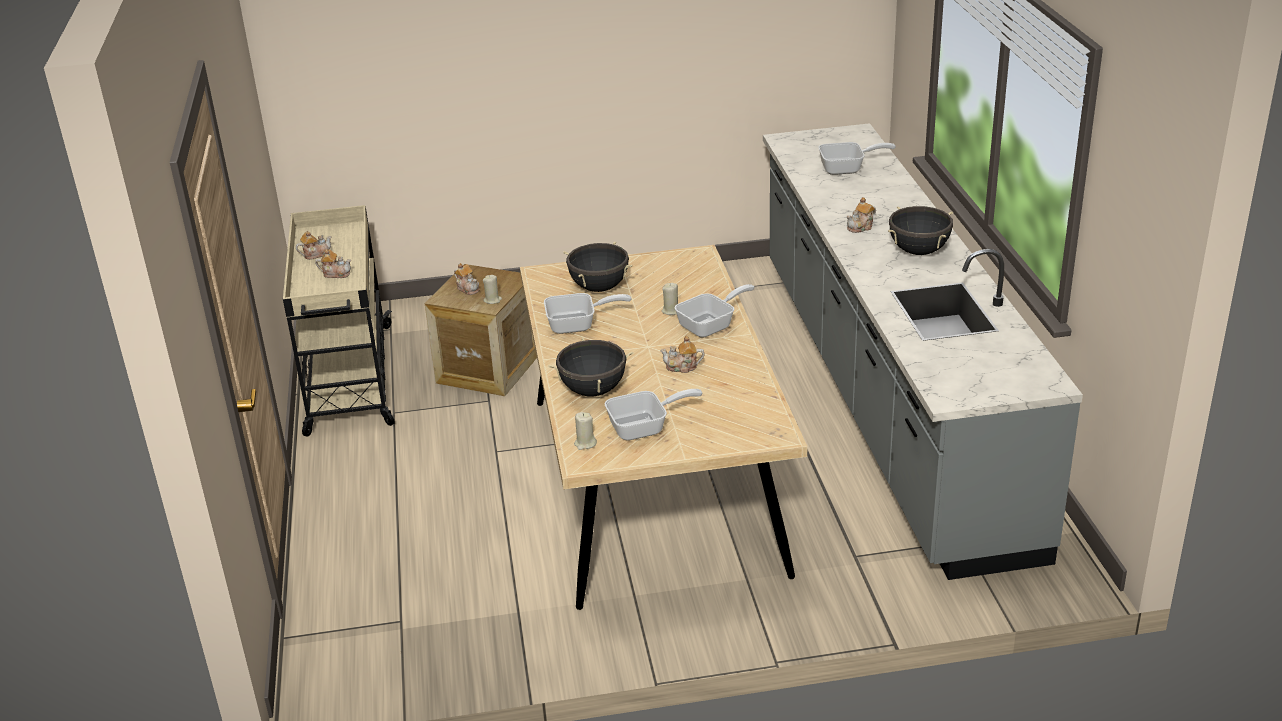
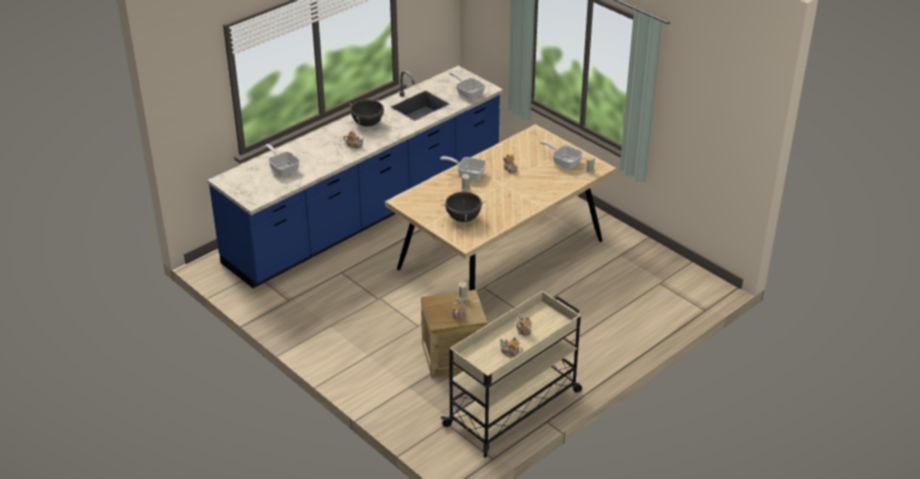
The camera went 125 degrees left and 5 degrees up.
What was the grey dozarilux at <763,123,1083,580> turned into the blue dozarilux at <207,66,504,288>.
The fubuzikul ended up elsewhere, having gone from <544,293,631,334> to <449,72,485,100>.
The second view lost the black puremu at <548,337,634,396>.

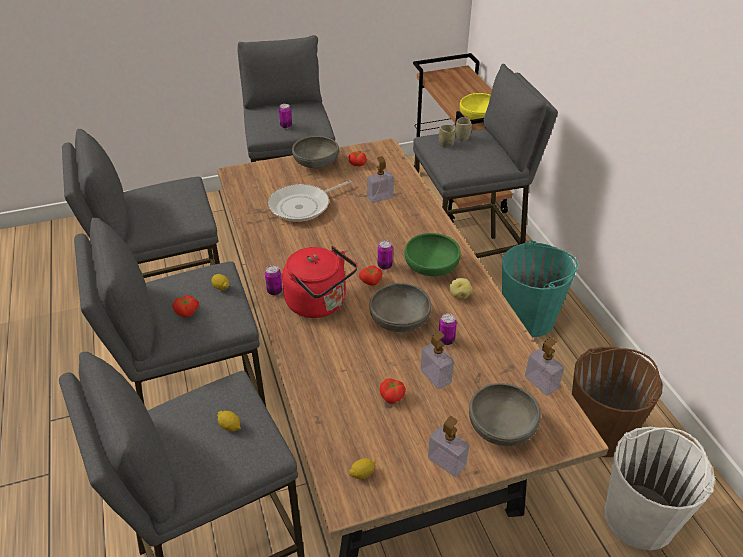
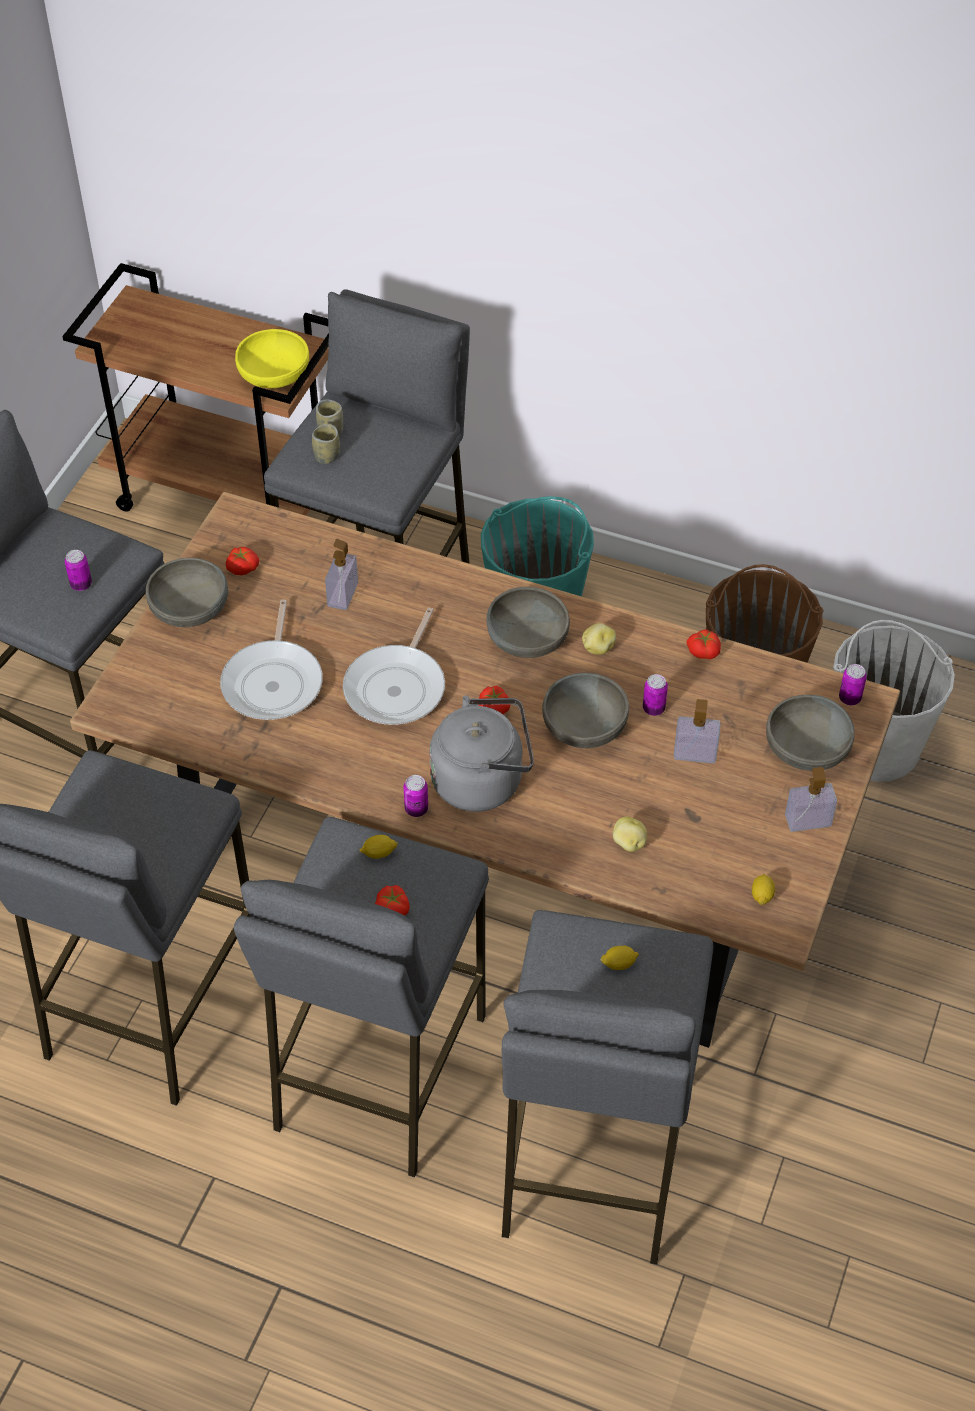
The camera went 50 degrees left and 10 degrees up.
What was the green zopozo at <404,233,461,276> turned into the grey zopozo at <486,587,570,658>.
The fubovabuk ended up elsewhere, having gone from <378,240,393,270> to <839,664,867,705>.
What was the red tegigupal at <282,246,357,318> turned into the grey tegigupal at <429,695,534,812>.
The second view lost the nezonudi at <525,337,564,396>.
The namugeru ended up elsewhere, having gone from <380,378,406,404> to <686,629,721,659>.
The second view gained the fubuzikul at <343,608,445,725>.
The second view gained the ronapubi at <613,817,647,852>.

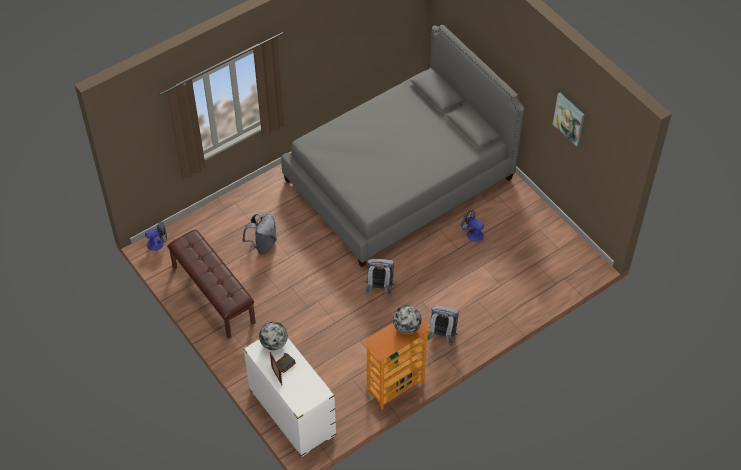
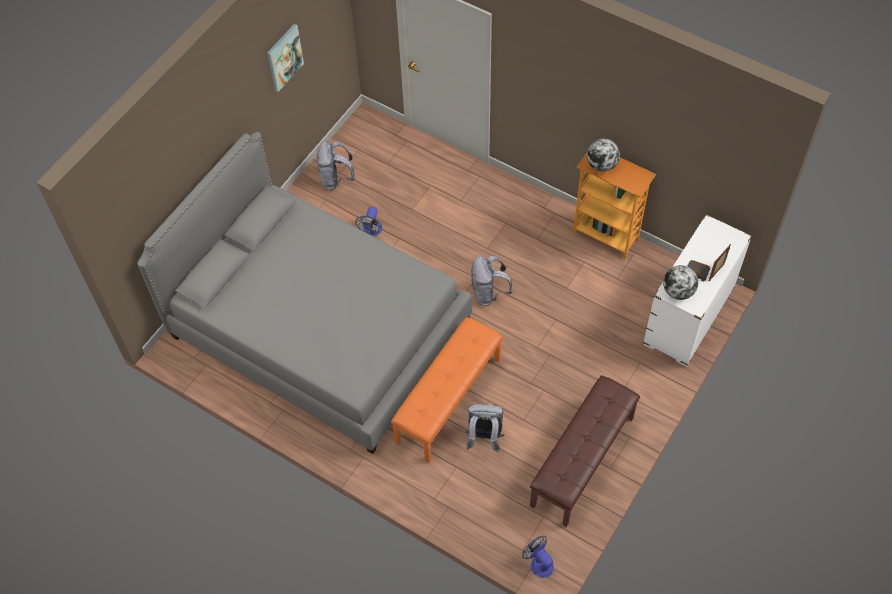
The camera went 110 degrees left and 5 degrees up.
The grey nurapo ended up elsewhere, having gone from <427,306,459,346> to <317,141,355,190>.
The second view gained the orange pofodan at <391,317,503,463>.

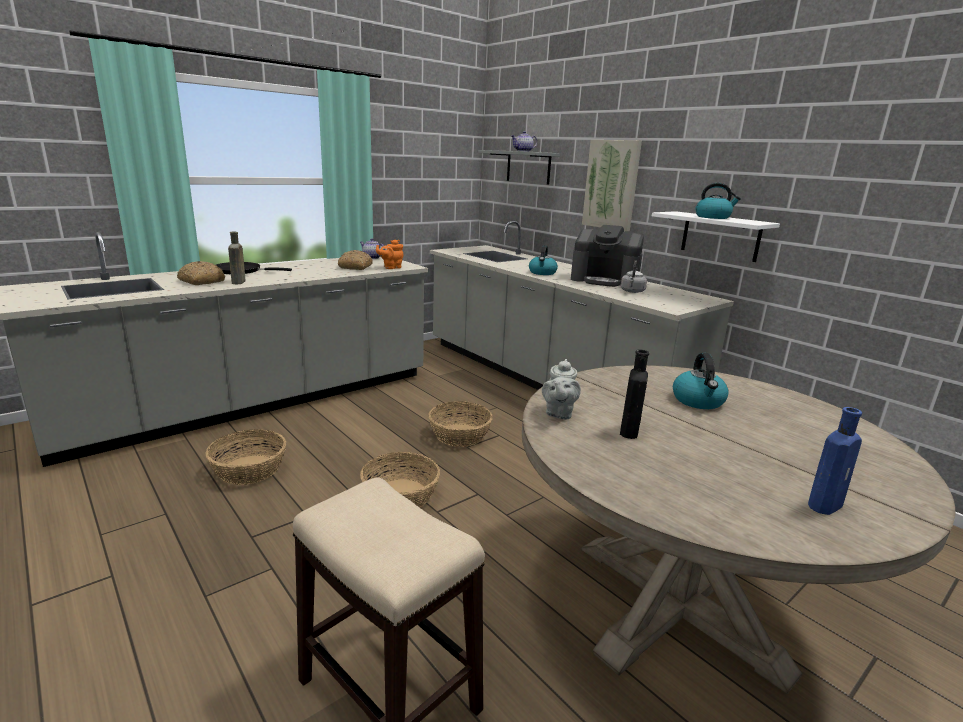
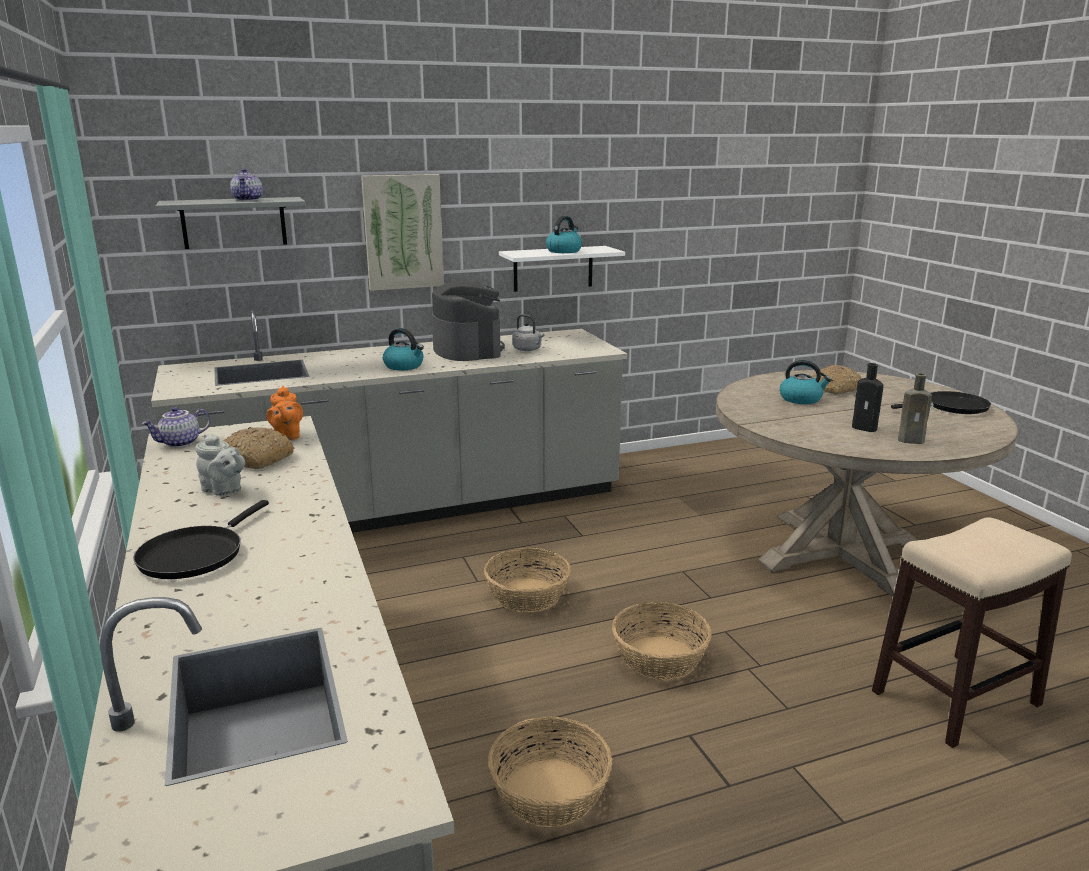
The camera went 70 degrees left and 0 degrees up.
The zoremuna at <571,225,644,287> ended up facing another way, 60 degrees counterclockwise from before.
The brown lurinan ended up elsewhere, having gone from <228,232,246,284> to <898,373,932,444>.
The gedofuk ended up elsewhere, having gone from <177,261,225,285> to <812,365,862,394>.
The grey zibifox ended up elsewhere, having gone from <542,359,581,420> to <196,434,245,496>.
Where the blue lurinan stood at <808,407,862,515>, the black fubuzikul came to stand at <891,391,991,414>.

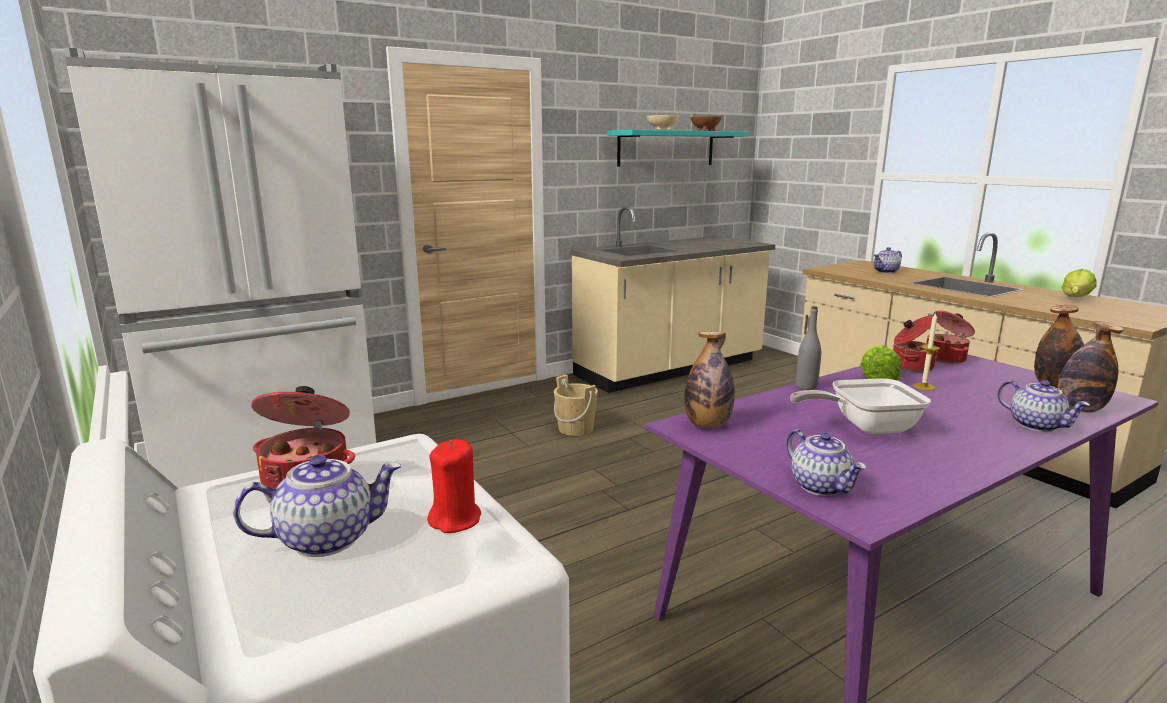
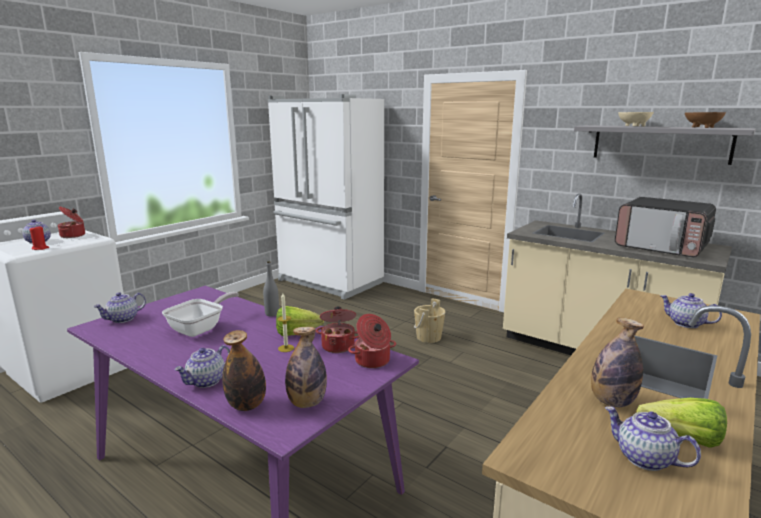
The camera went 70 degrees right and 0 degrees up.
What was the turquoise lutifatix at <607,130,749,167> turned into the grey lutifatix at <574,125,756,165>.
The lurinan ended up elsewhere, having gone from <684,332,735,428> to <591,317,644,407>.
The fubuzikul at <790,378,931,434> ended up facing another way, 60 degrees clockwise from before.
The second view gained the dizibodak at <615,197,716,257>.
The second view gained the zibifox at <605,406,701,471>.

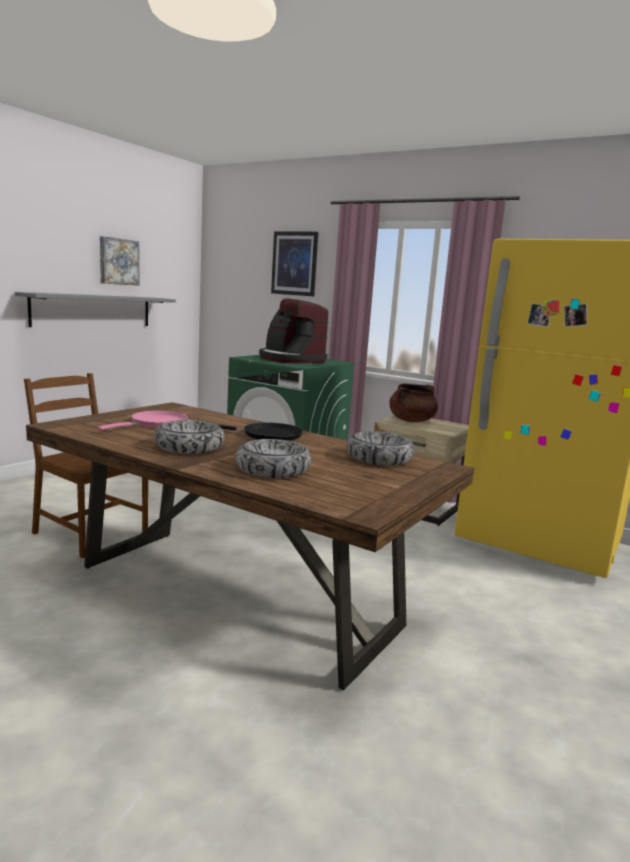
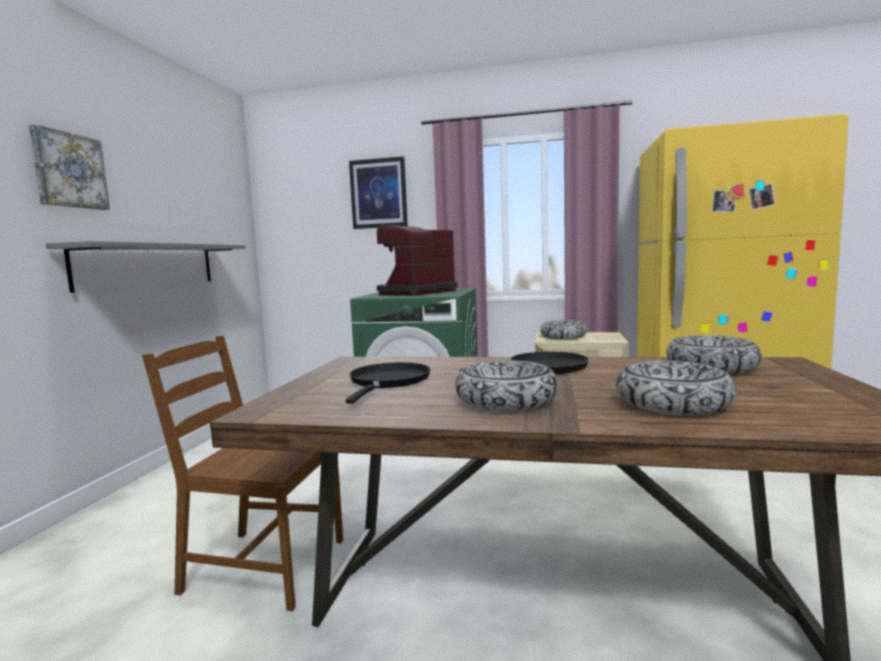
The camera went 20 degrees left and 5 degrees down.
The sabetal ended up elsewhere, having gone from <100,236,139,286> to <29,125,110,210>.
The zoremuna at <259,298,329,363> ended up facing another way, 105 degrees clockwise from before.
Where the brown puremu stood at <389,384,438,422>, the zopozo came to stand at <540,320,587,340>.
What was the pink fubuzikul at <98,411,189,430> turned into the black fubuzikul at <346,362,430,404>.

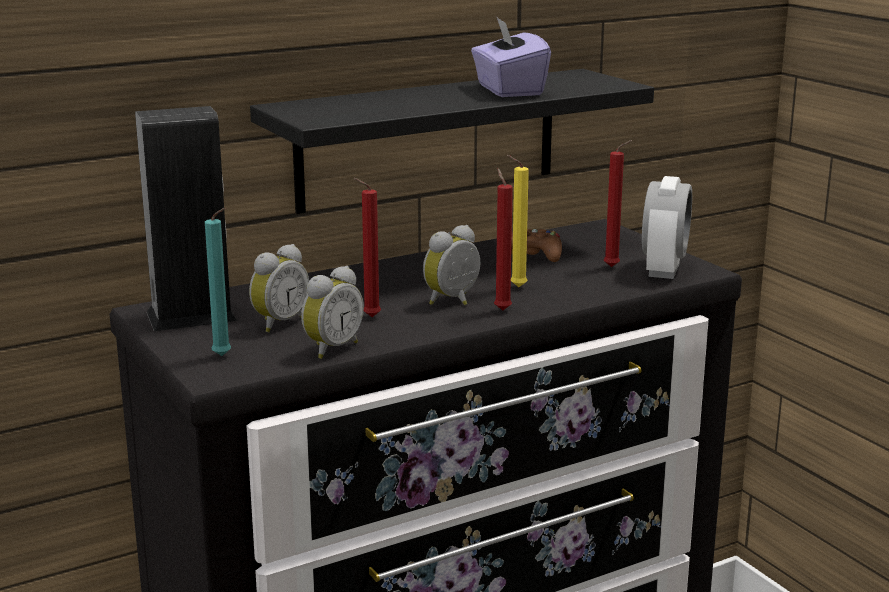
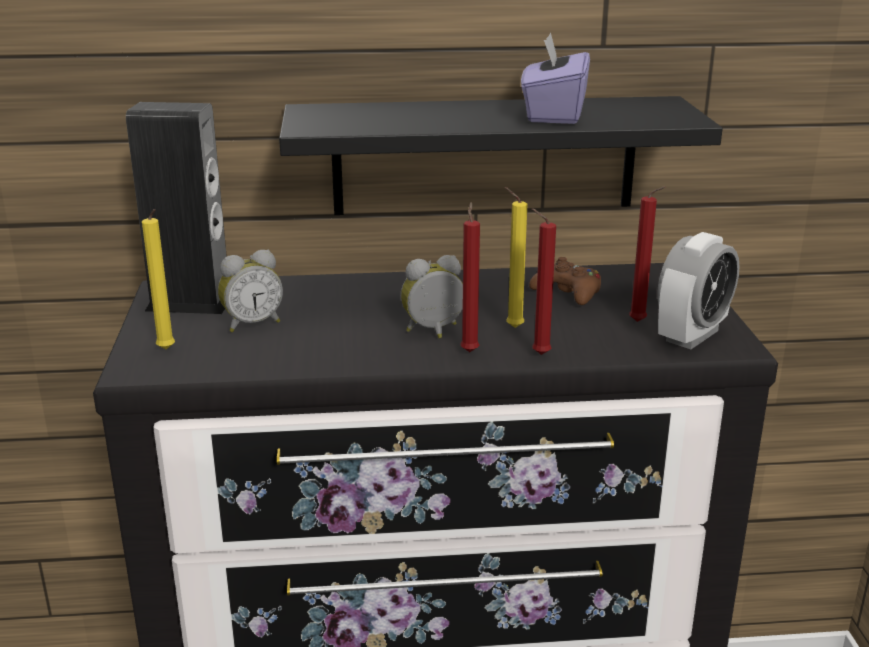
The camera went 25 degrees right and 5 degrees up.
The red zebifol ended up elsewhere, having gone from <354,178,381,317> to <532,208,556,355>.
What was the turquoise zebifol at <205,208,231,356> turned into the yellow zebifol at <142,209,175,349>.
The second view lost the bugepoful at <301,266,364,359>.

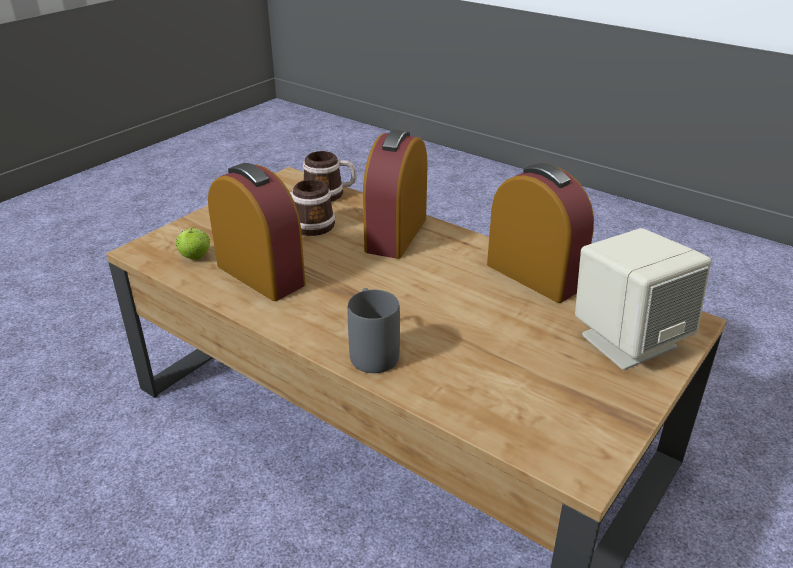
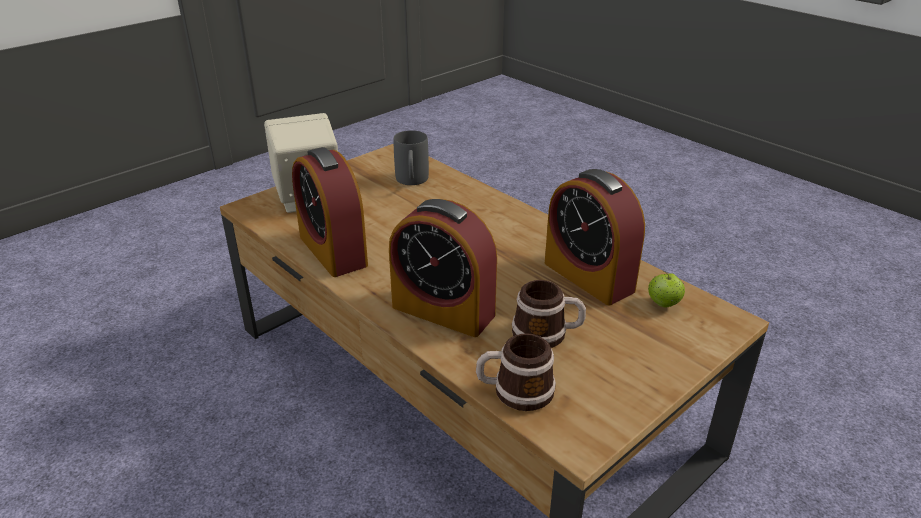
The camera went 170 degrees left and 0 degrees up.
The bugepoful at <363,129,427,259> ended up facing another way, 90 degrees clockwise from before.
The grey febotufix ended up elsewhere, having gone from <348,288,400,373> to <393,130,429,185>.

